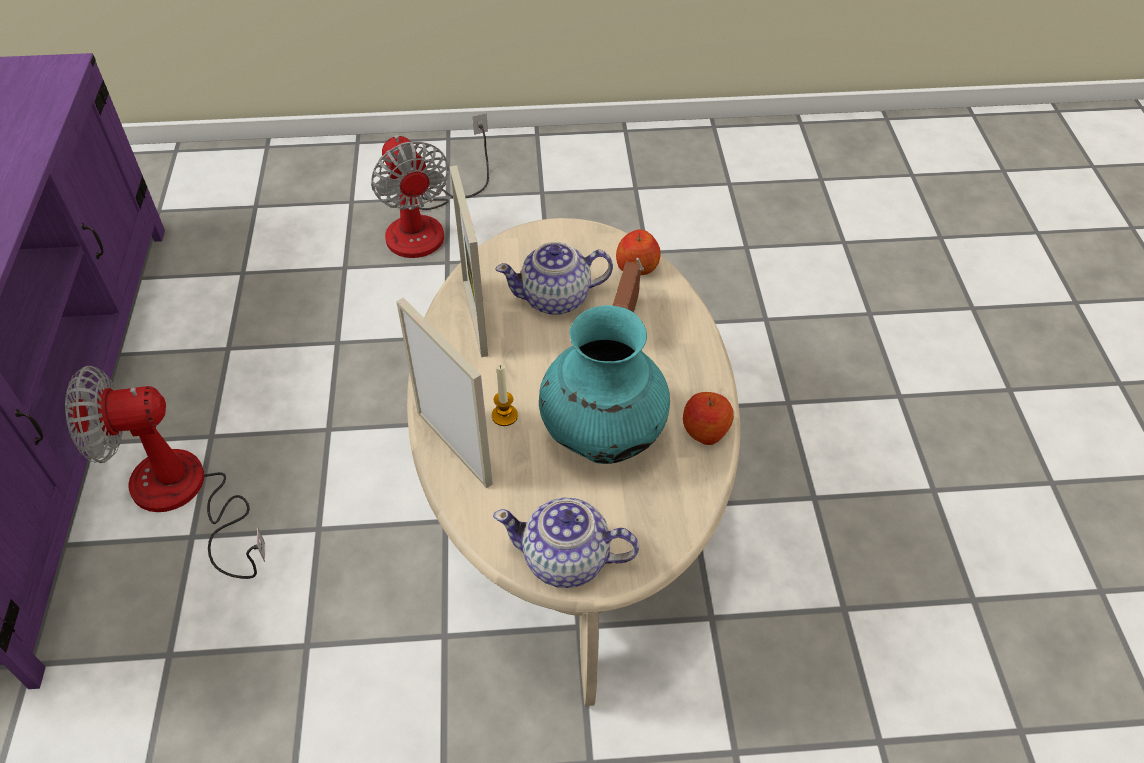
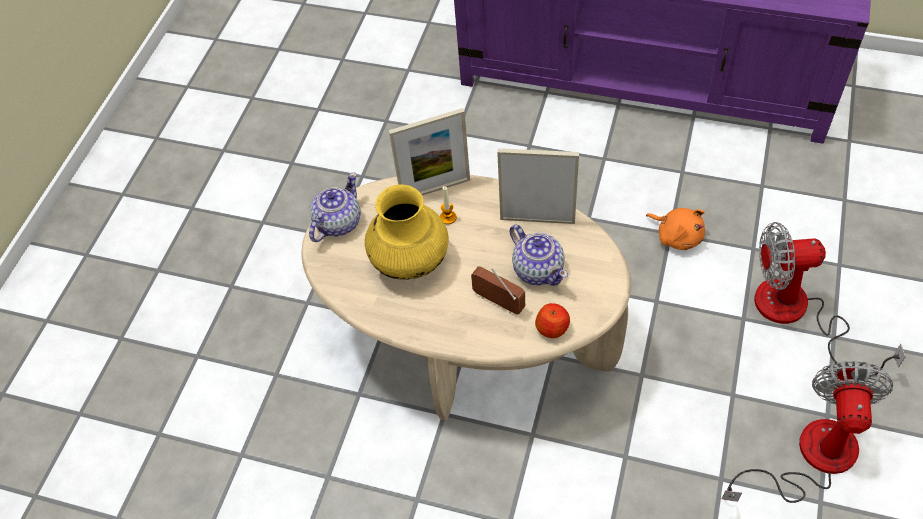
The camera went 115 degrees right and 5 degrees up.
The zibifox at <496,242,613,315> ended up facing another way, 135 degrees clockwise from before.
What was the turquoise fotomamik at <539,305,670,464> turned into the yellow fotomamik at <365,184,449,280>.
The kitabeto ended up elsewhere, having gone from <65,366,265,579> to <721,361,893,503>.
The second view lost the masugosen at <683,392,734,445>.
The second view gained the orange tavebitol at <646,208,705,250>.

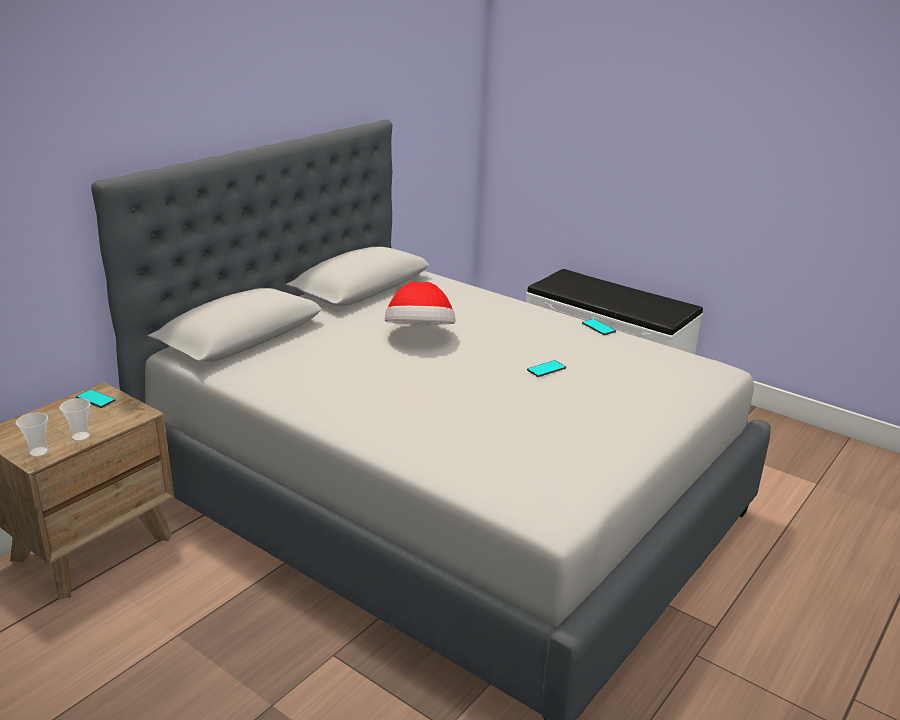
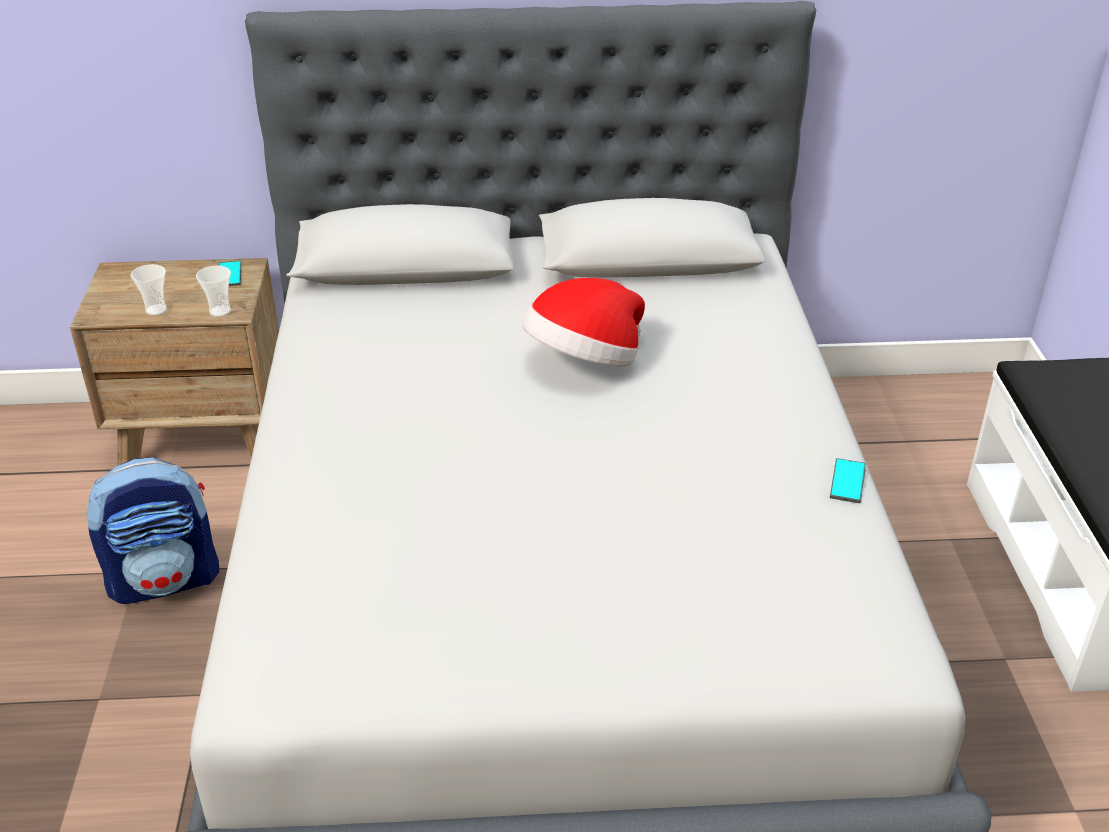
The camera went 50 degrees right and 10 degrees up.
The second view lost the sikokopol at <527,360,566,377>.
The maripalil ended up elsewhere, having gone from <16,413,49,457> to <196,265,231,317>.
The second view gained the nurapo at <86,457,220,604>.

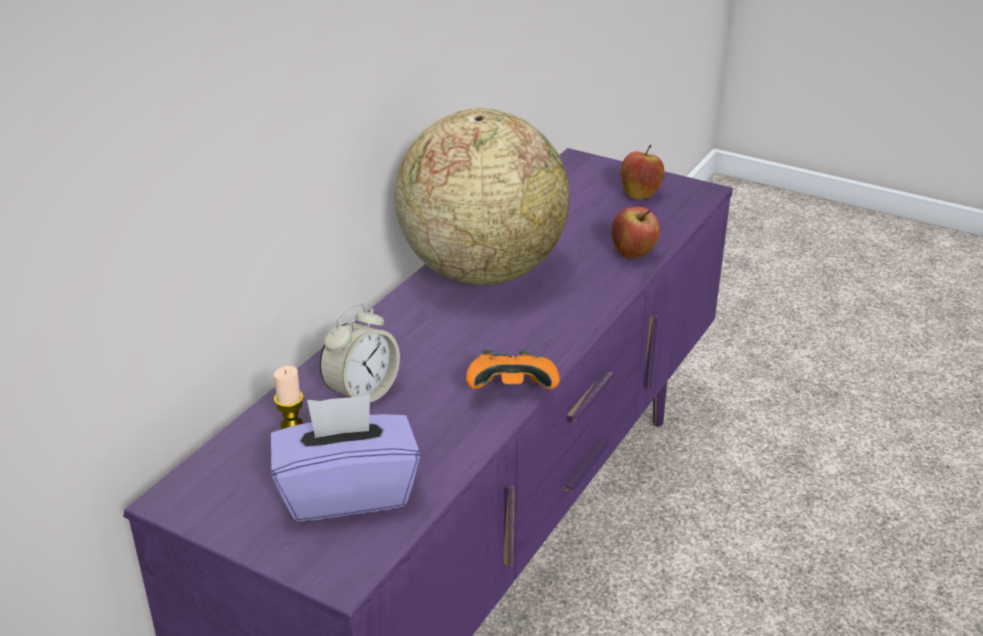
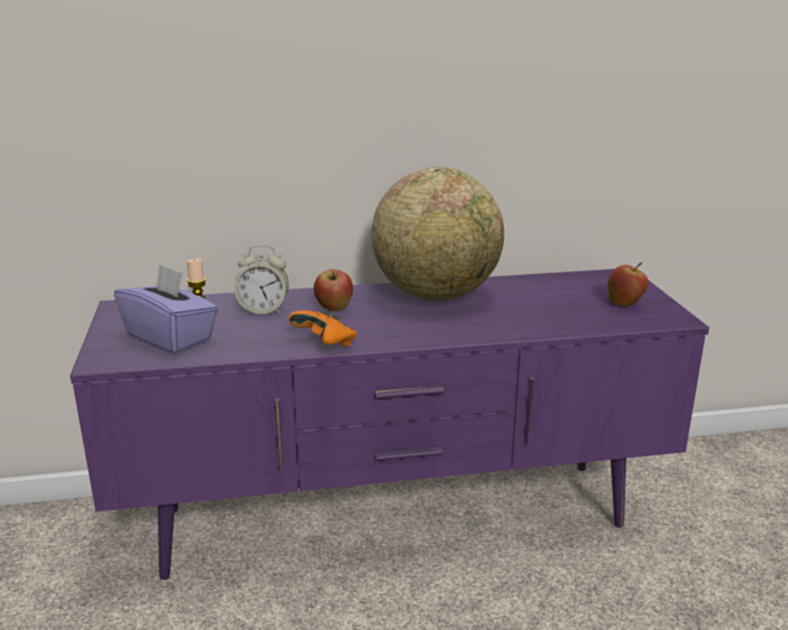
The camera went 50 degrees right and 10 degrees down.
The masugosen ended up elsewhere, having gone from <611,207,660,258> to <314,269,353,311>.

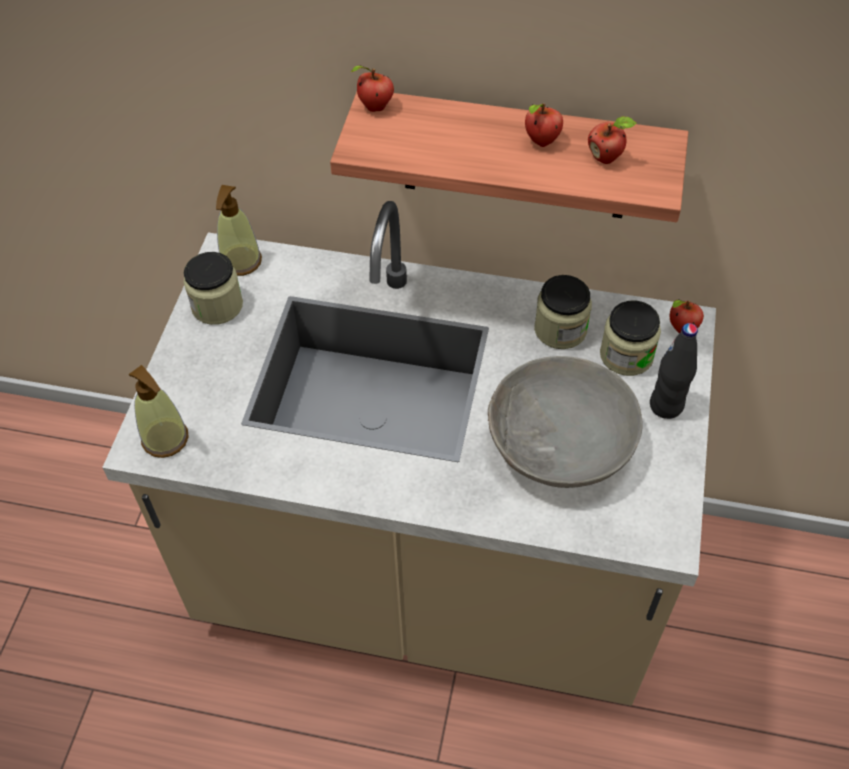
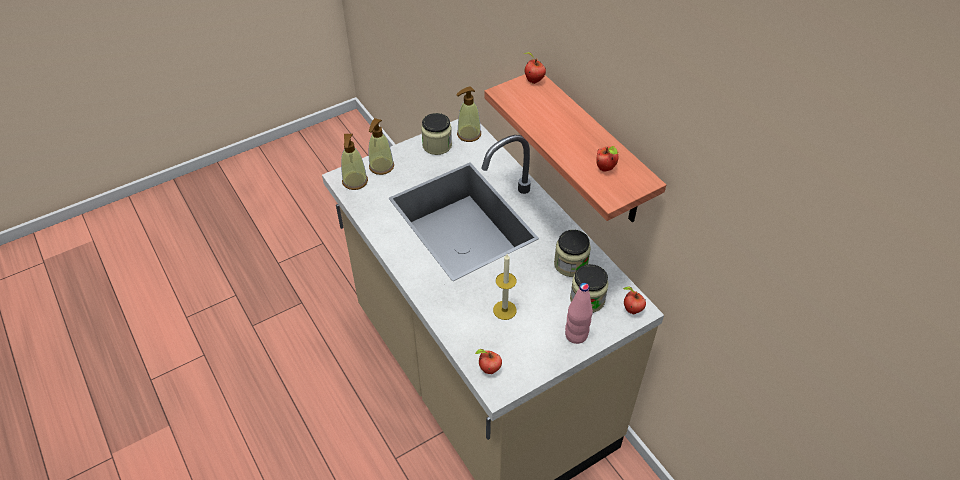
The camera went 45 degrees right and 5 degrees down.
The masugosen ended up elsewhere, having gone from <525,103,563,147> to <475,349,502,374>.
What was the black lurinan at <650,323,698,419> turned into the pink lurinan at <565,283,593,344>.
Where the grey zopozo stood at <488,356,643,488>, the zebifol came to stand at <493,254,517,320>.
The second view gained the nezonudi at <368,118,394,175>.

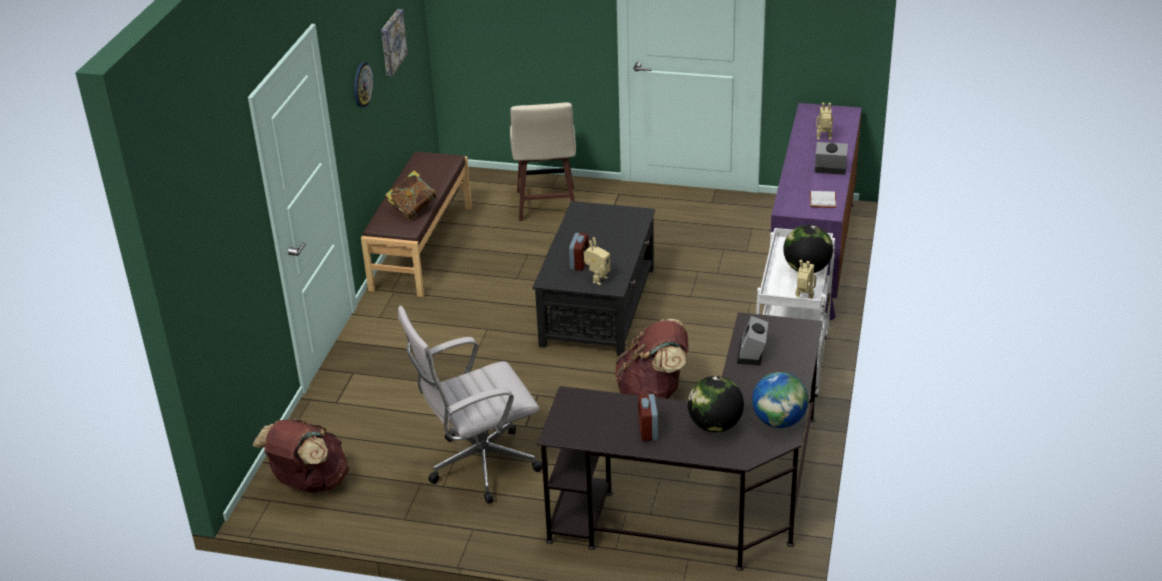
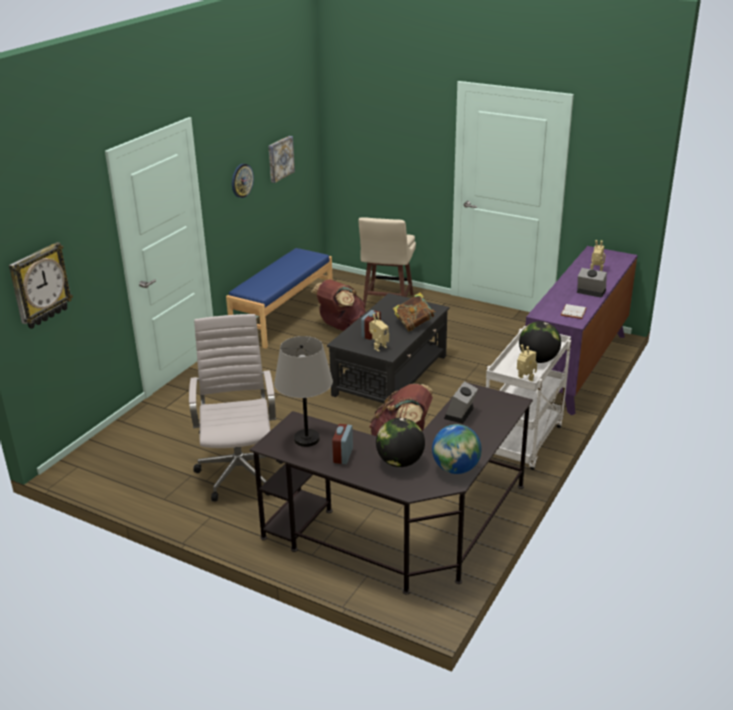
The camera went 15 degrees right and 5 degrees down.
What was the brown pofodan at <361,152,472,297> turned into the blue pofodan at <226,248,333,349>.
The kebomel ended up elsewhere, having gone from <385,170,436,220> to <393,292,435,331>.
The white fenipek at <398,306,542,504> ended up facing another way, 90 degrees clockwise from before.
The brown nurapo ended up elsewhere, having gone from <253,419,349,493> to <311,279,366,331>.
The second view gained the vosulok at <9,242,73,329>.
The second view gained the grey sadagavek at <274,336,333,447>.

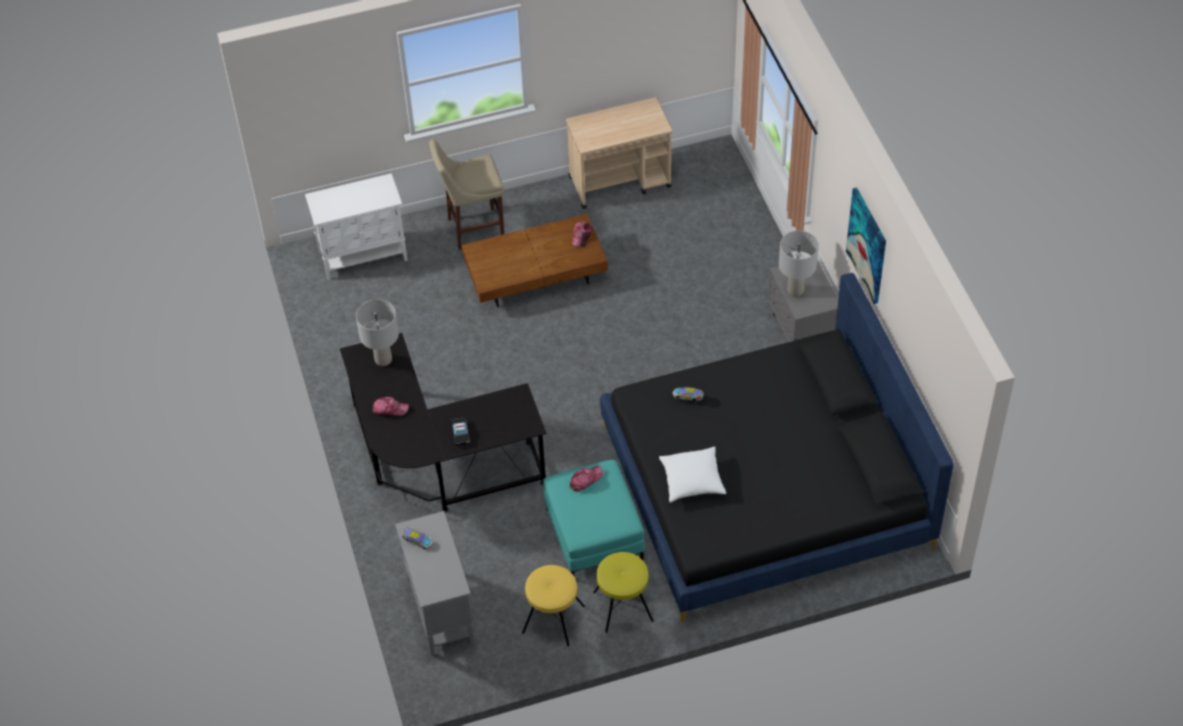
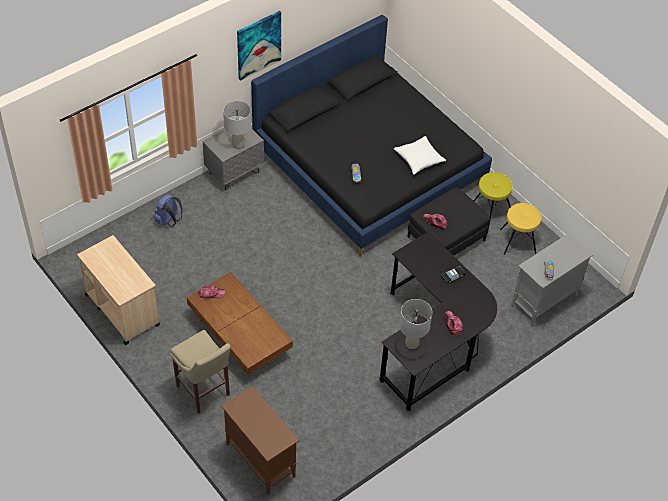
The camera went 115 degrees left and 0 degrees up.
What was the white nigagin at <305,173,408,280> turned into the brown nigagin at <221,386,299,495>.
What was the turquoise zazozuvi at <543,460,645,576> turned into the black zazozuvi at <408,187,491,256>.
The second view gained the blue nurapo at <154,194,182,227>.

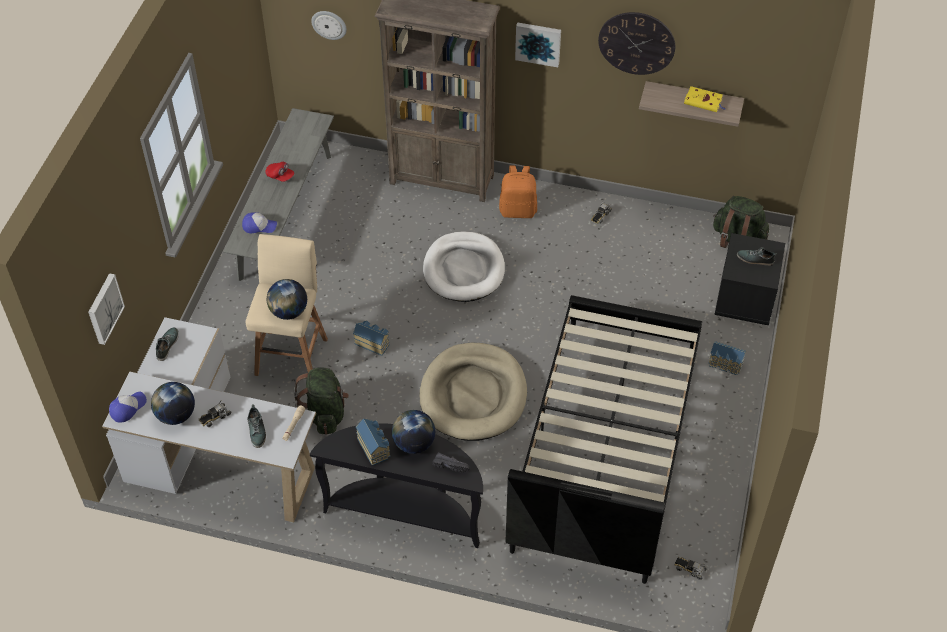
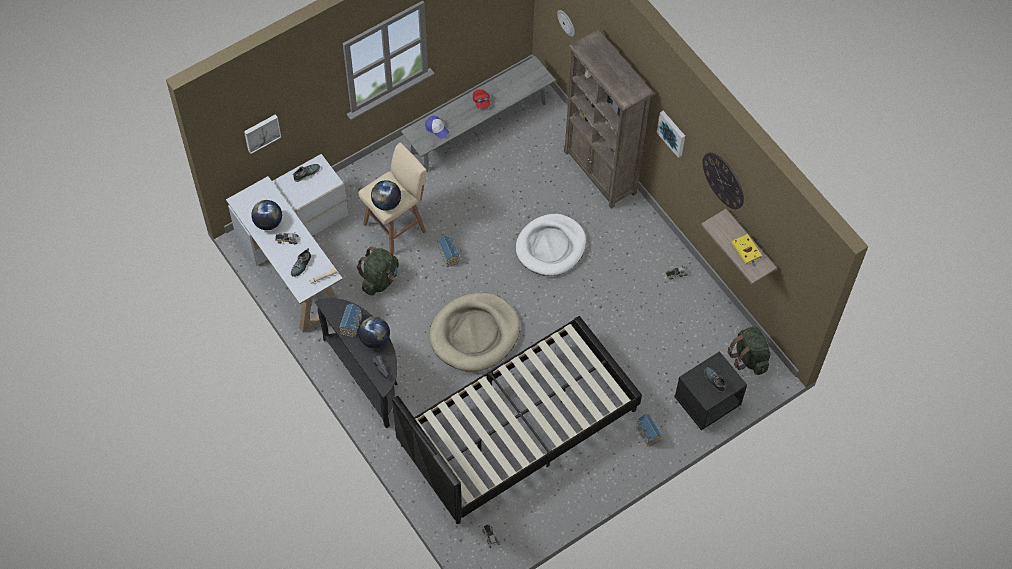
The camera went 40 degrees right and 10 degrees up.
The second view lost the orange nurapo at <499,166,537,218>.
The second view lost the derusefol at <109,392,147,422>.

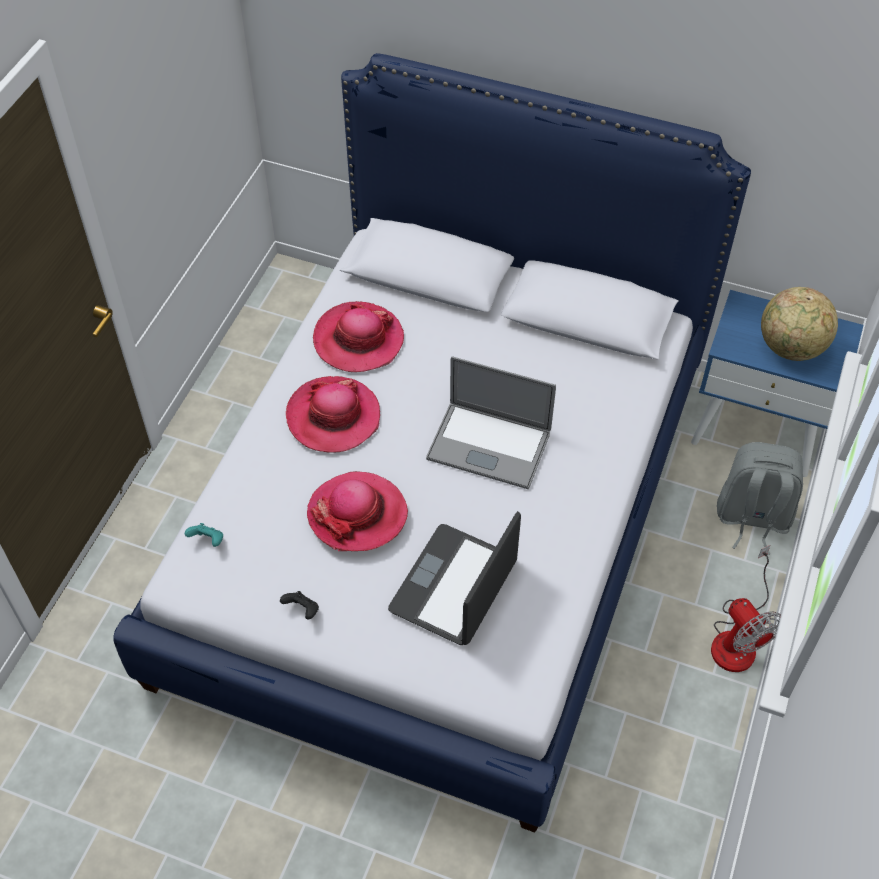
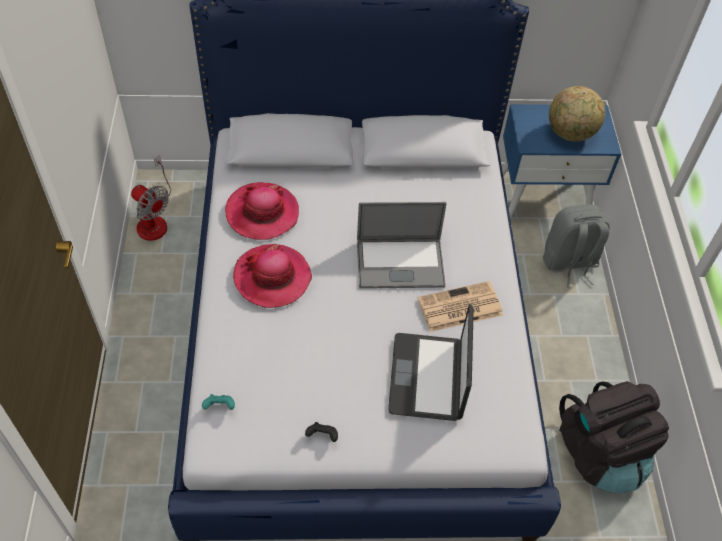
The camera went 25 degrees left and 0 degrees up.
The second view lost the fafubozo at <307,471,408,551>.
The kitabeto ended up elsewhere, having gone from <711,545,781,672> to <131,155,171,241>.
The second view gained the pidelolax at <418,281,503,332>.
The second view gained the black nurapo at <559,381,669,493>.

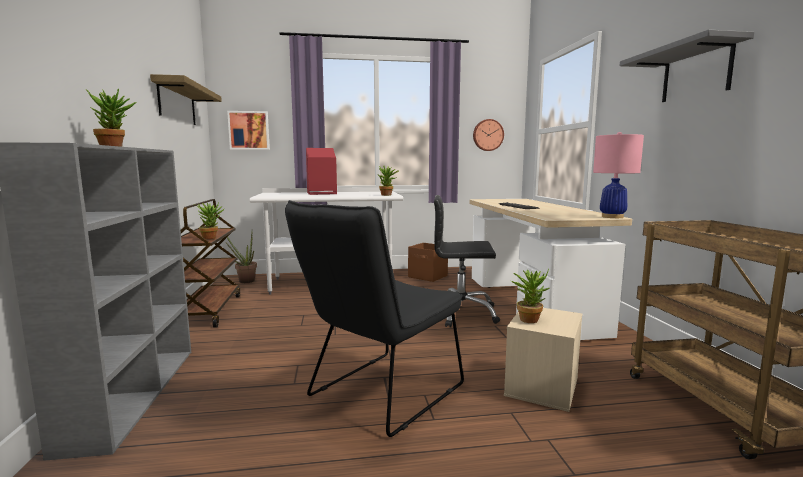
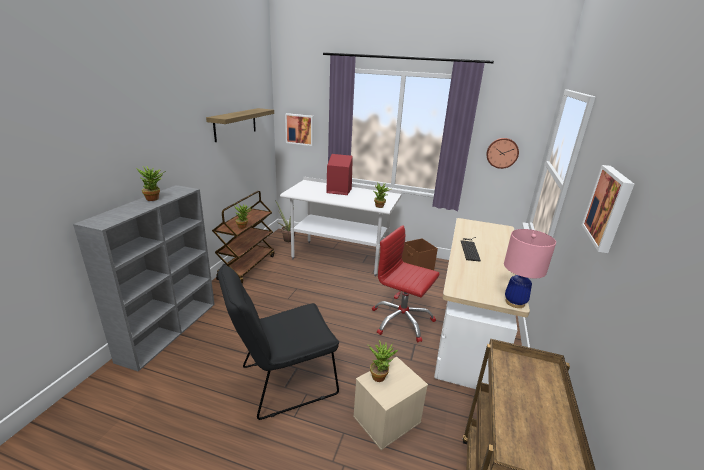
The camera went 25 degrees right and 15 degrees up.
Where the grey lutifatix hung at <620,29,754,102>, the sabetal came to hang at <582,165,634,253>.
What was the black fenipek at <434,195,500,328> turned into the red fenipek at <372,225,439,342>.

